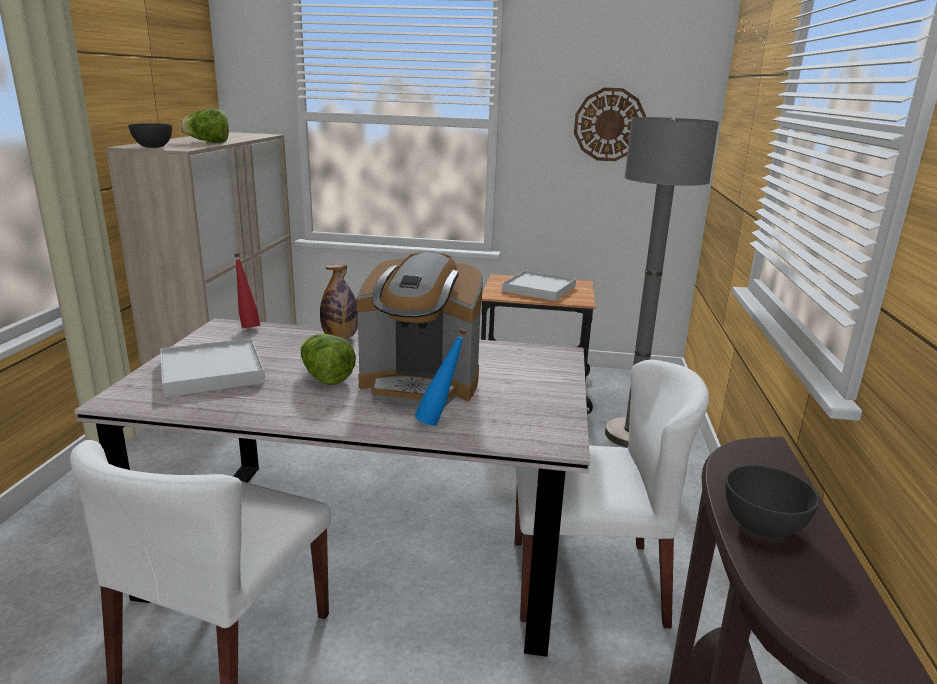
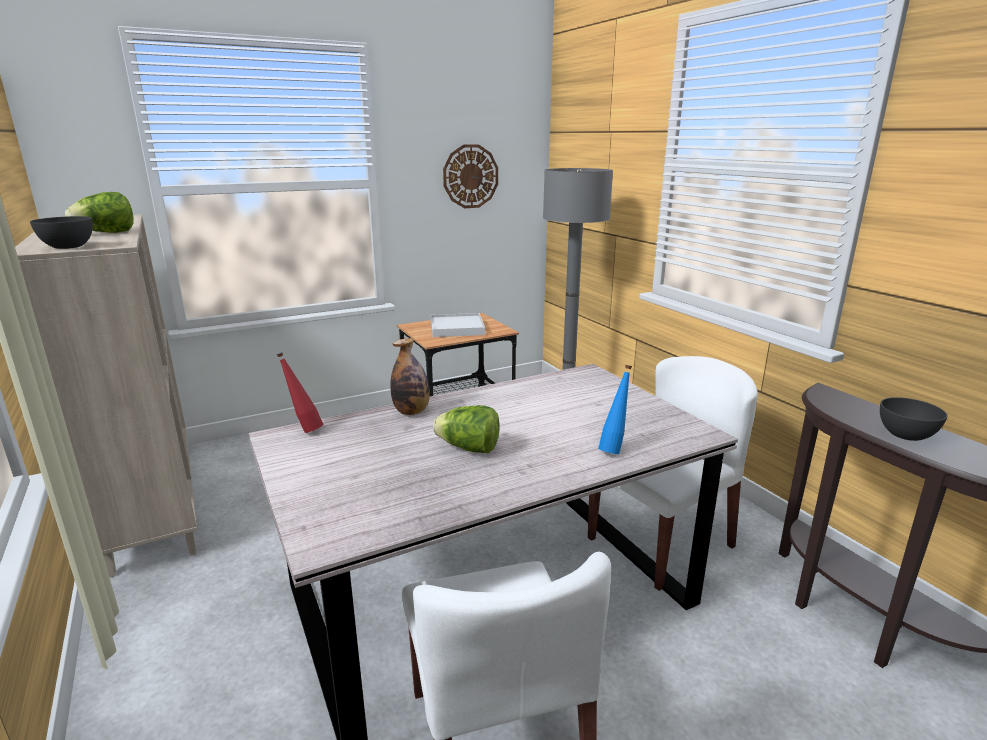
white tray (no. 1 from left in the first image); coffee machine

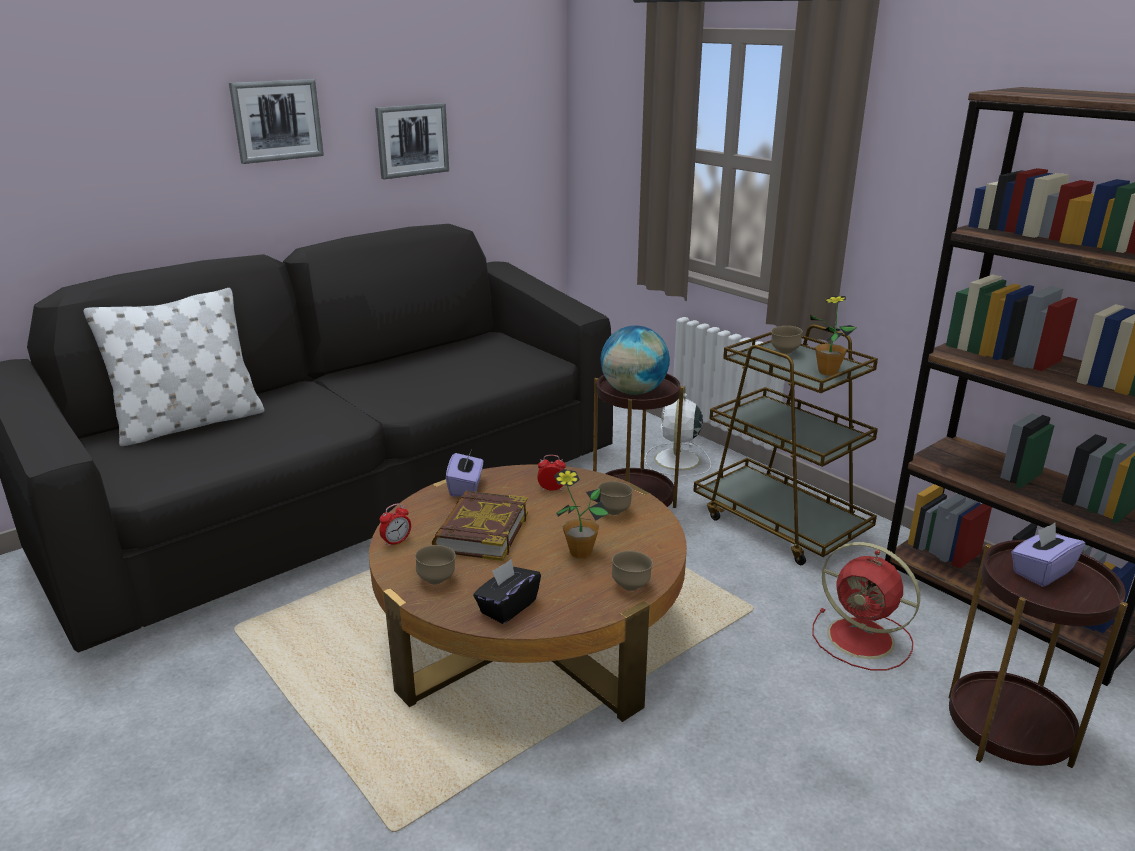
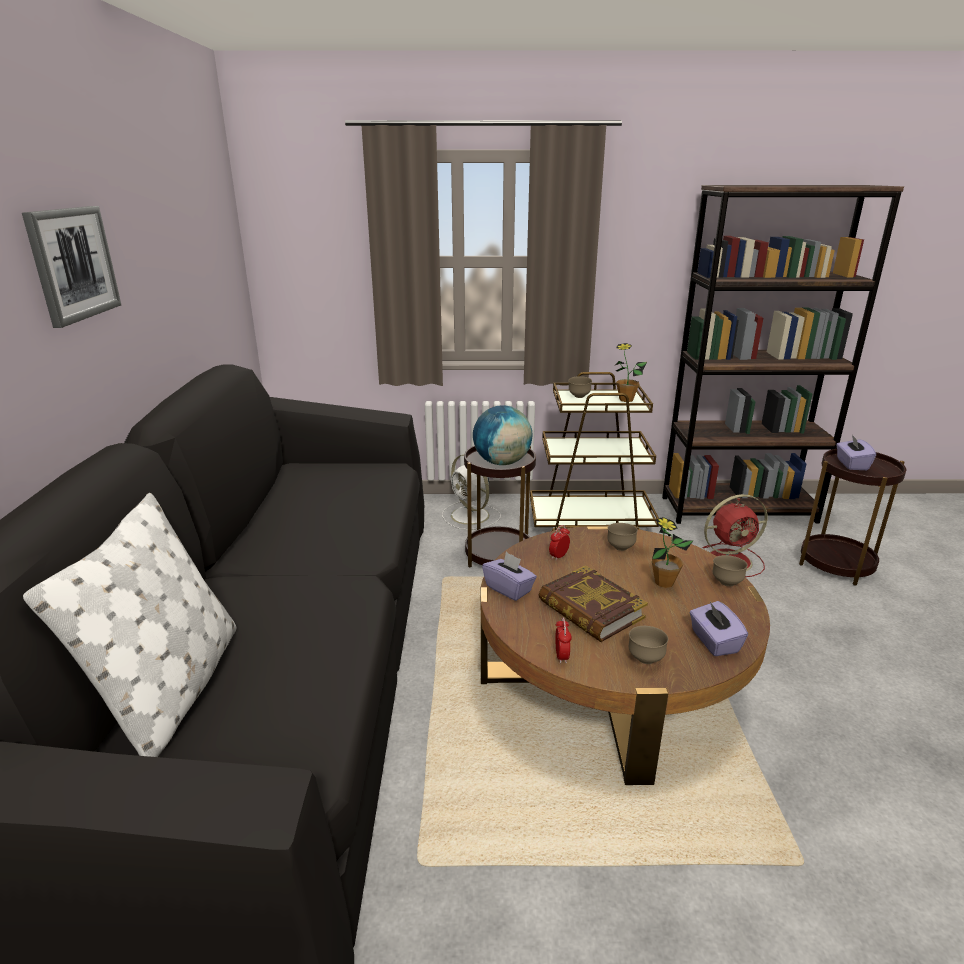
picture (no. 2 from left in the first image); purple tissue box (no. 2 from left)

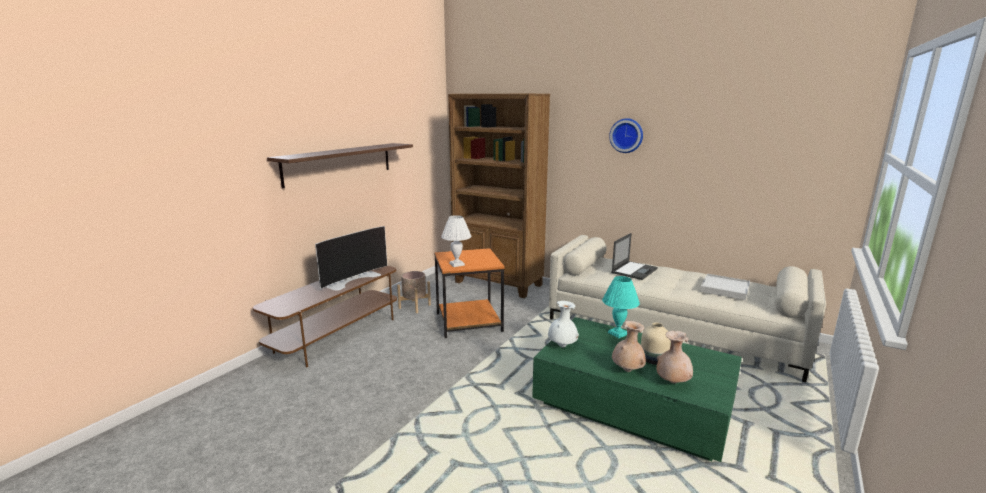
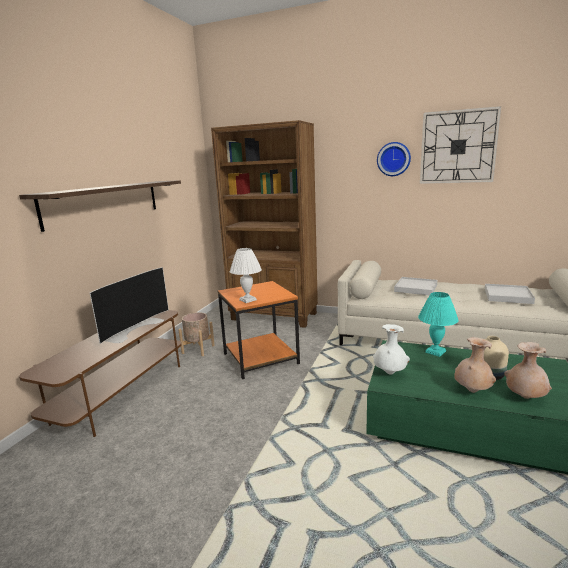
wall clock (no. 2 from left); white tray (no. 1 from left)

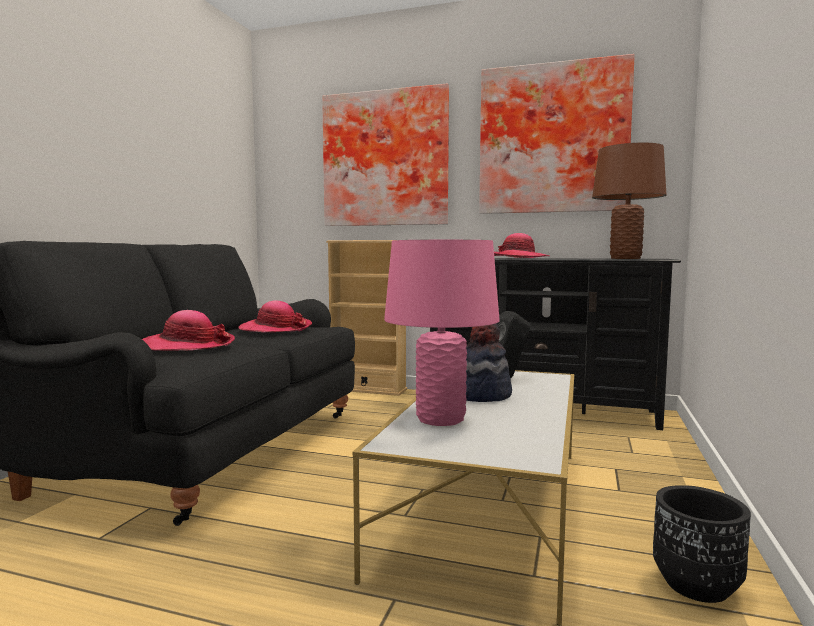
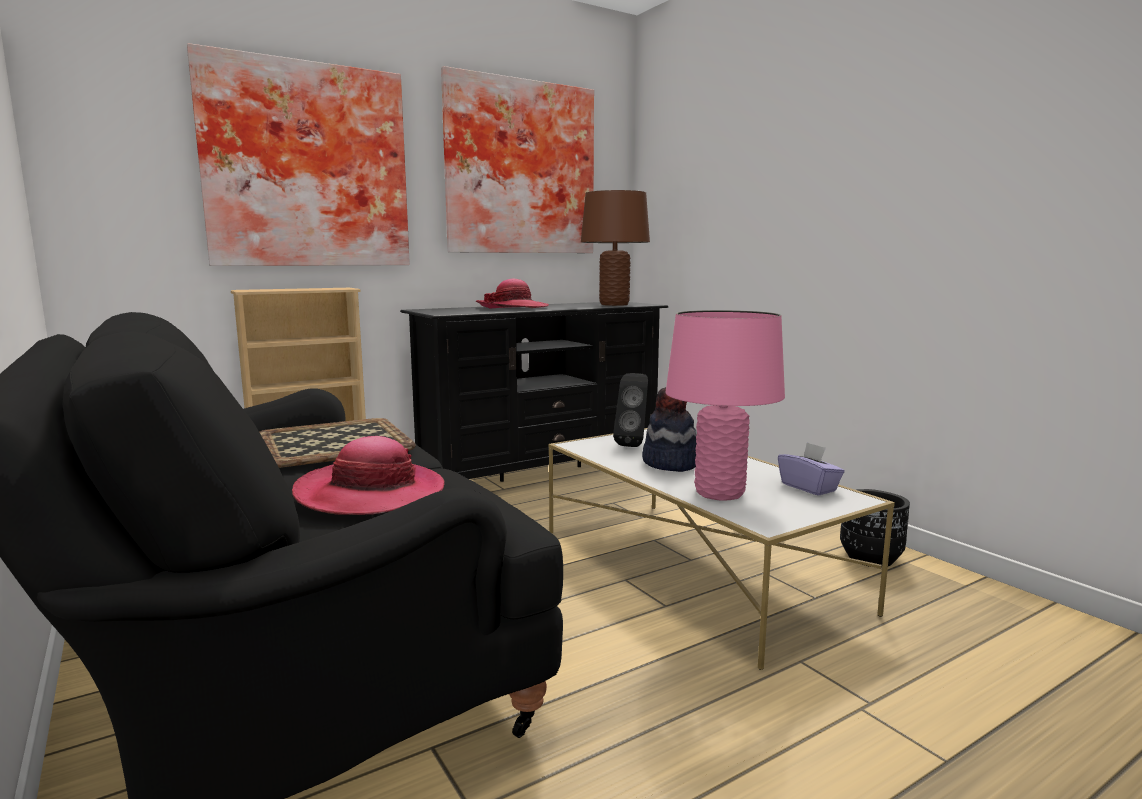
purple tissue box; tray

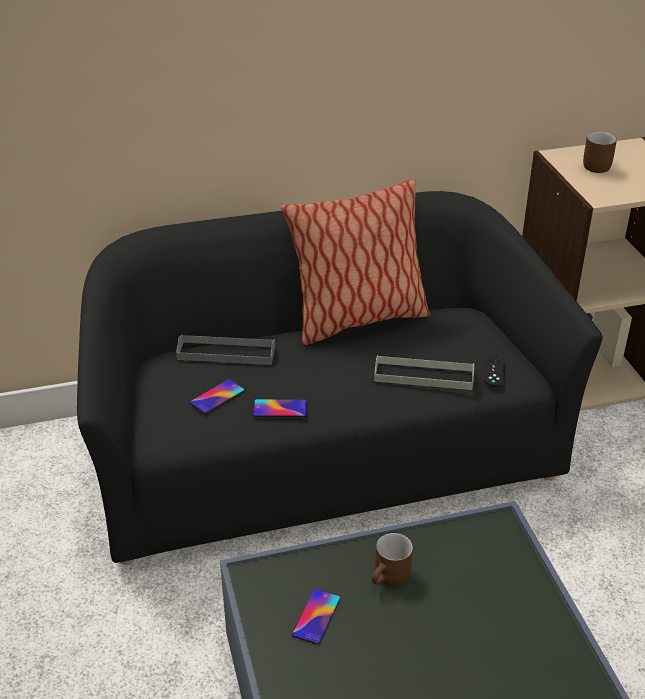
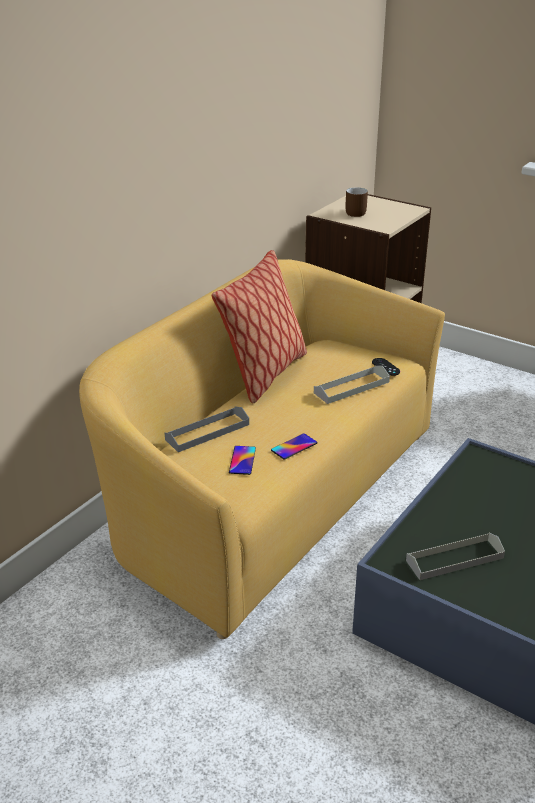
brown mug (no. 1 from left in the first image); grey tray (no. 3 from left); yellow sofa

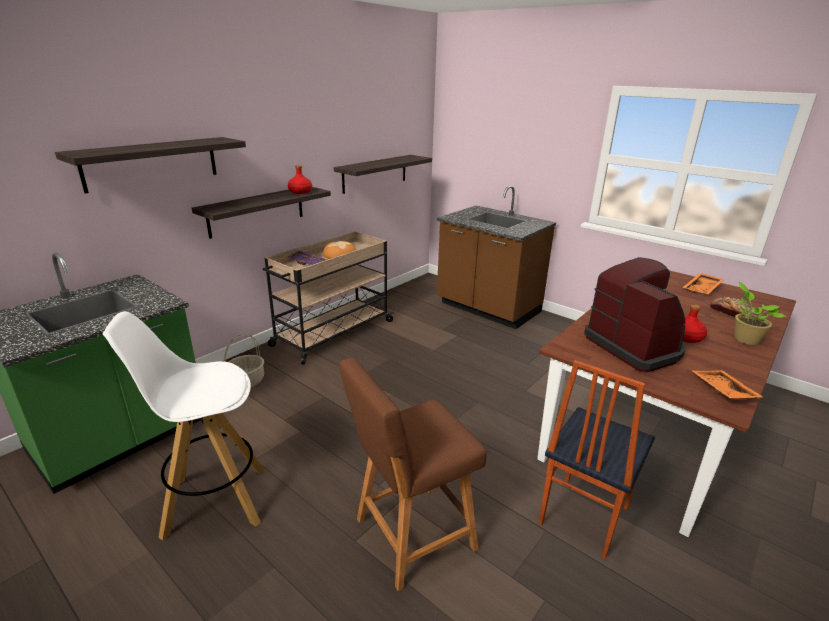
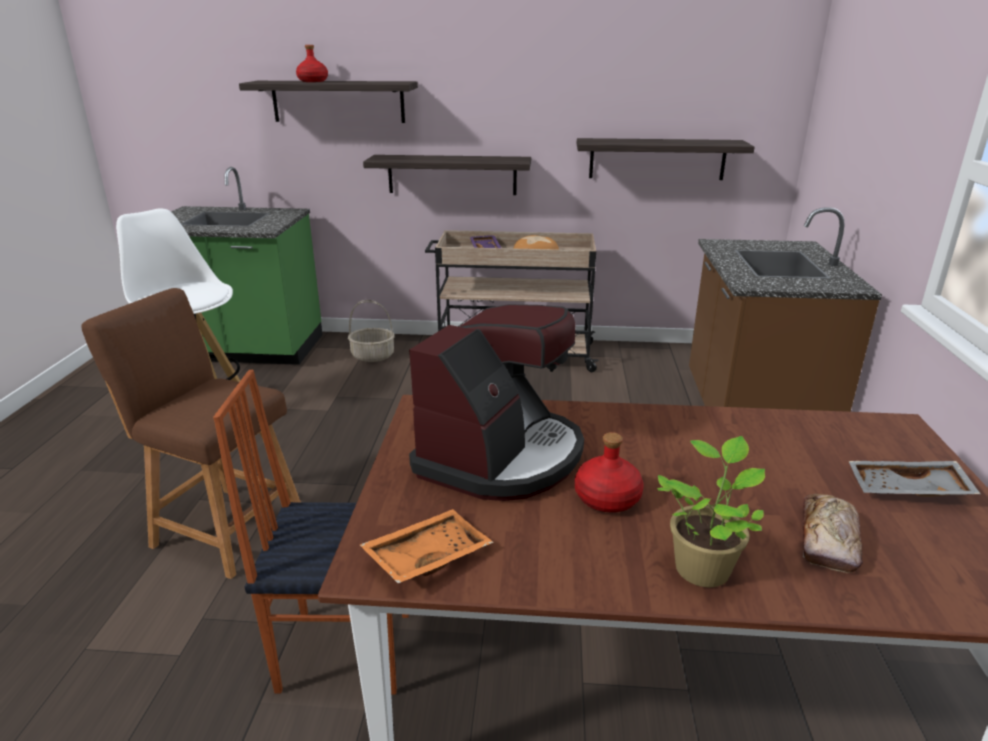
red bottle (no. 1 from left); grey tray

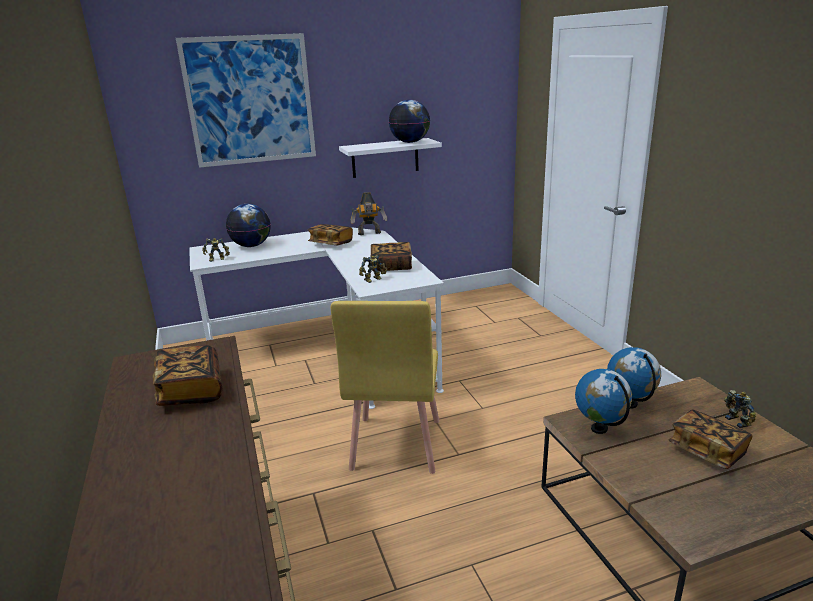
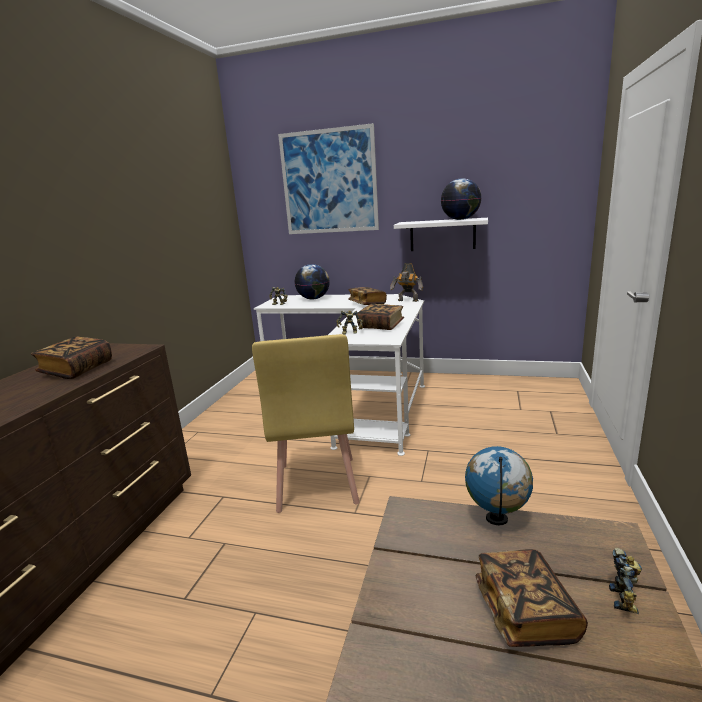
globe (no. 3 from left in the first image); yellow chair

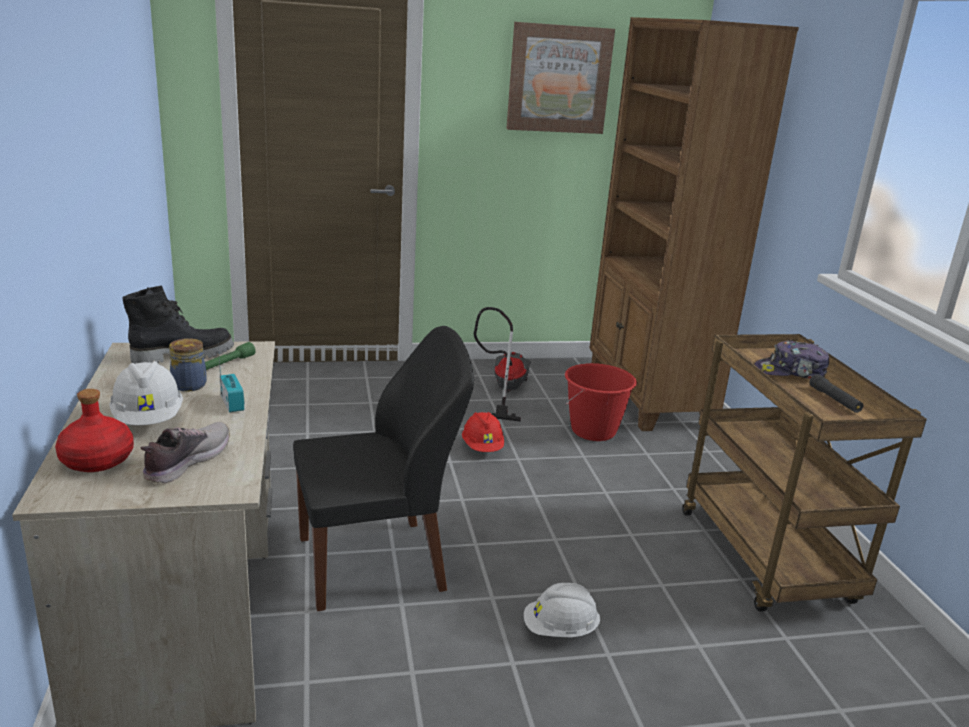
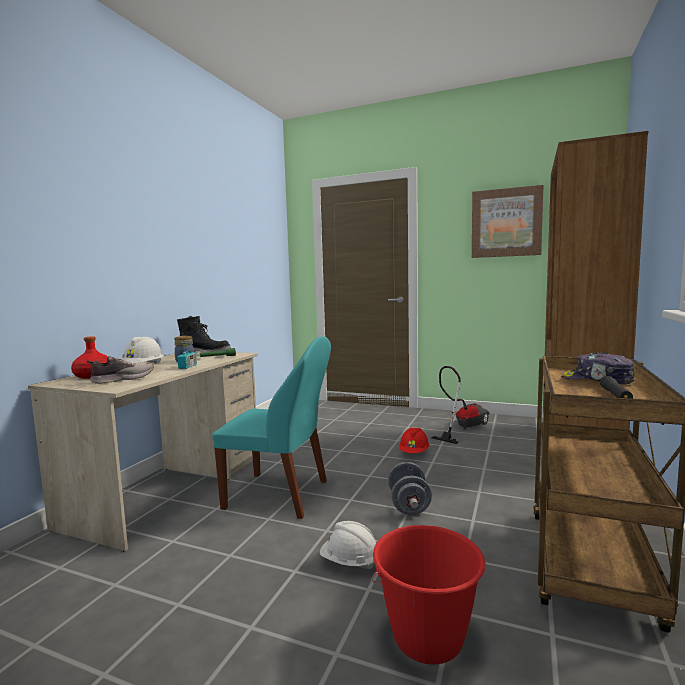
grey dumbbell; red bucket; turquoise chair

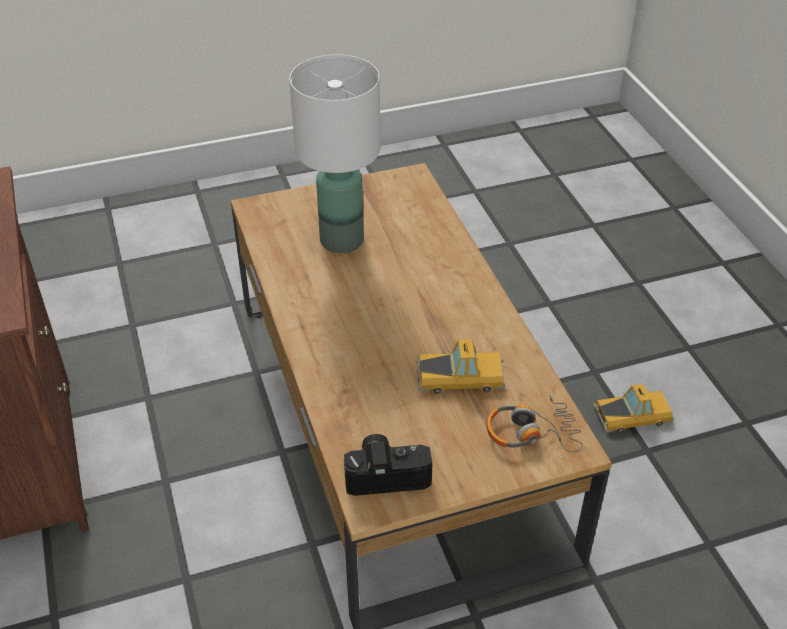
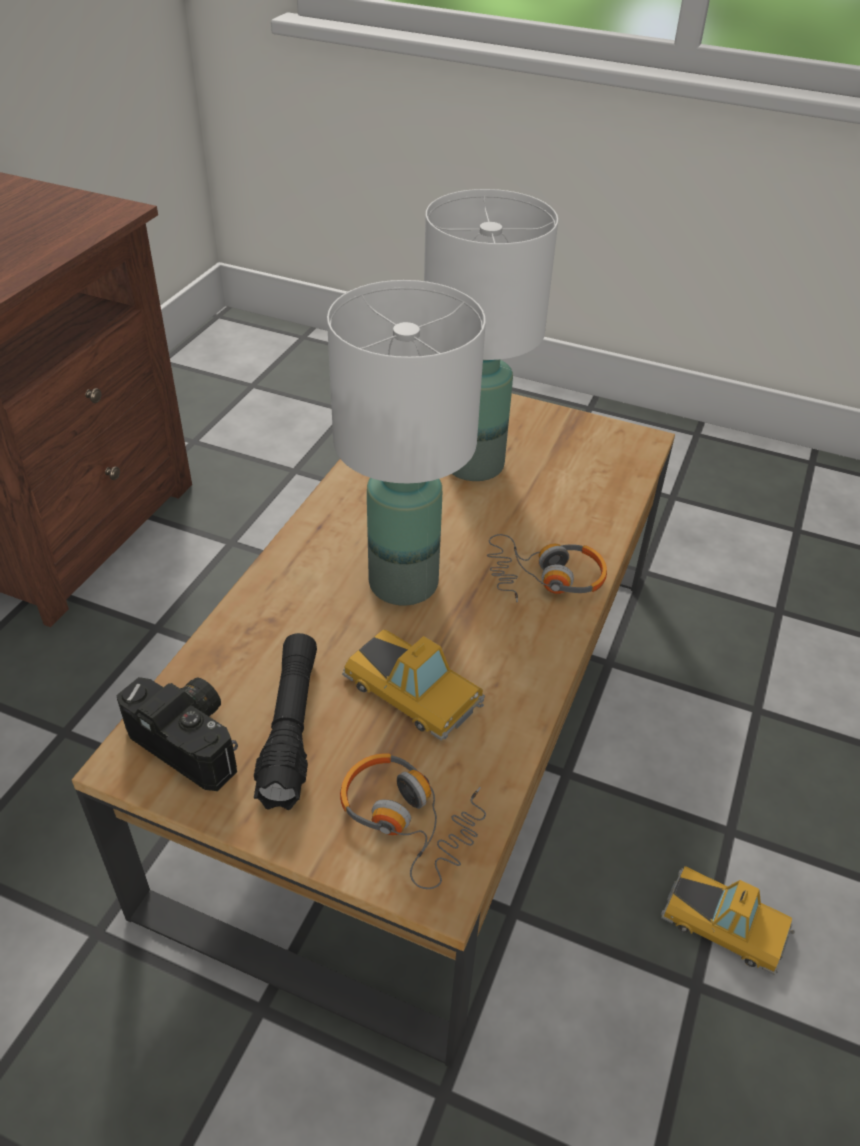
black flashlight; white table lamp (no. 1 from left); headphones (no. 2 from left)

